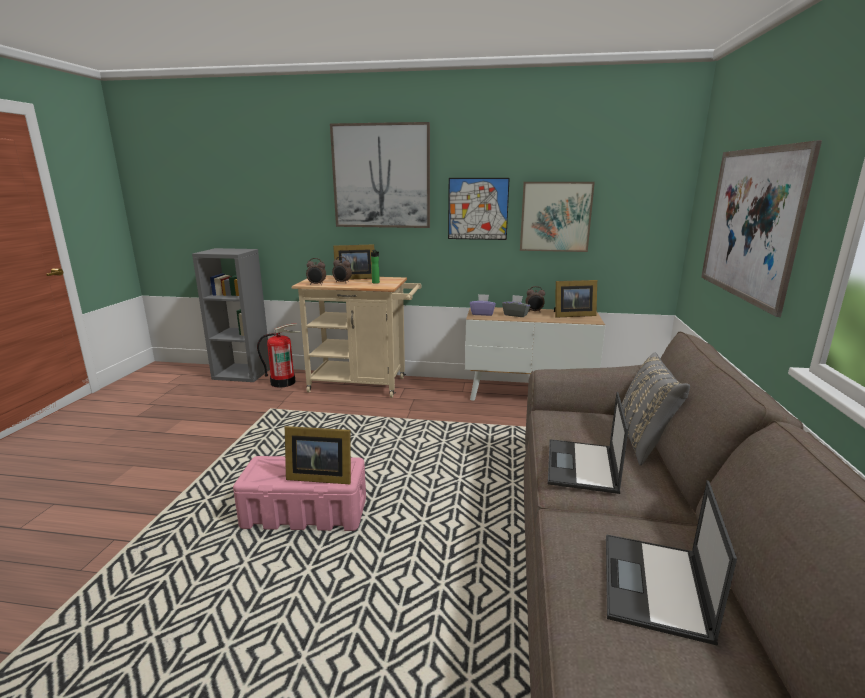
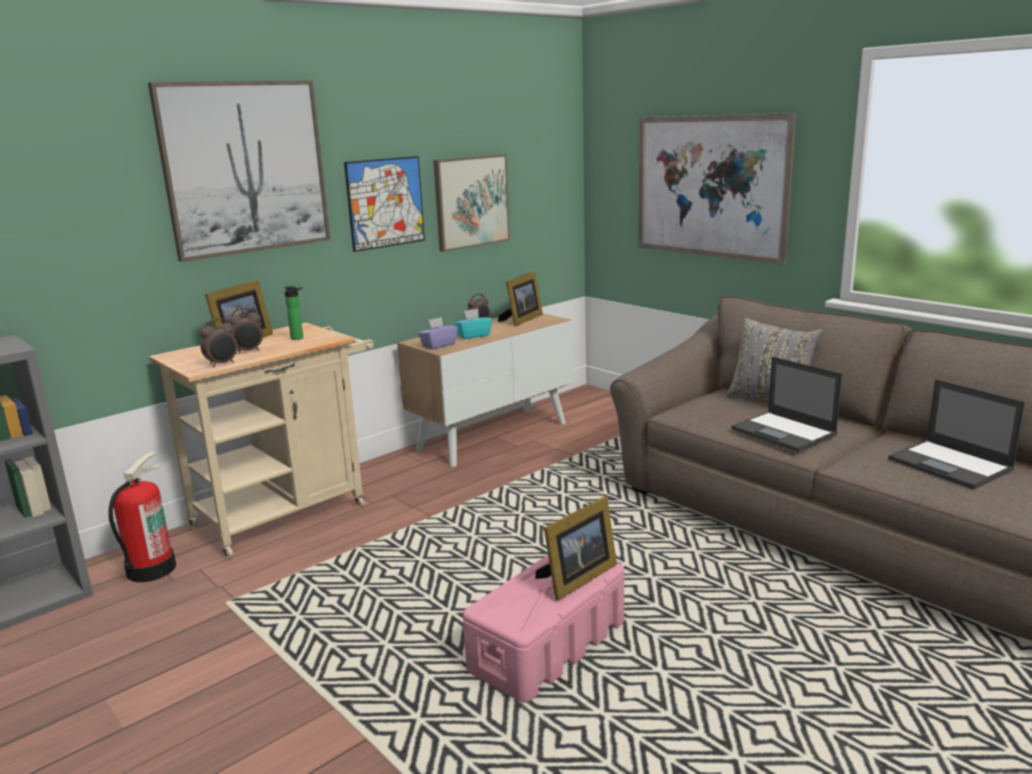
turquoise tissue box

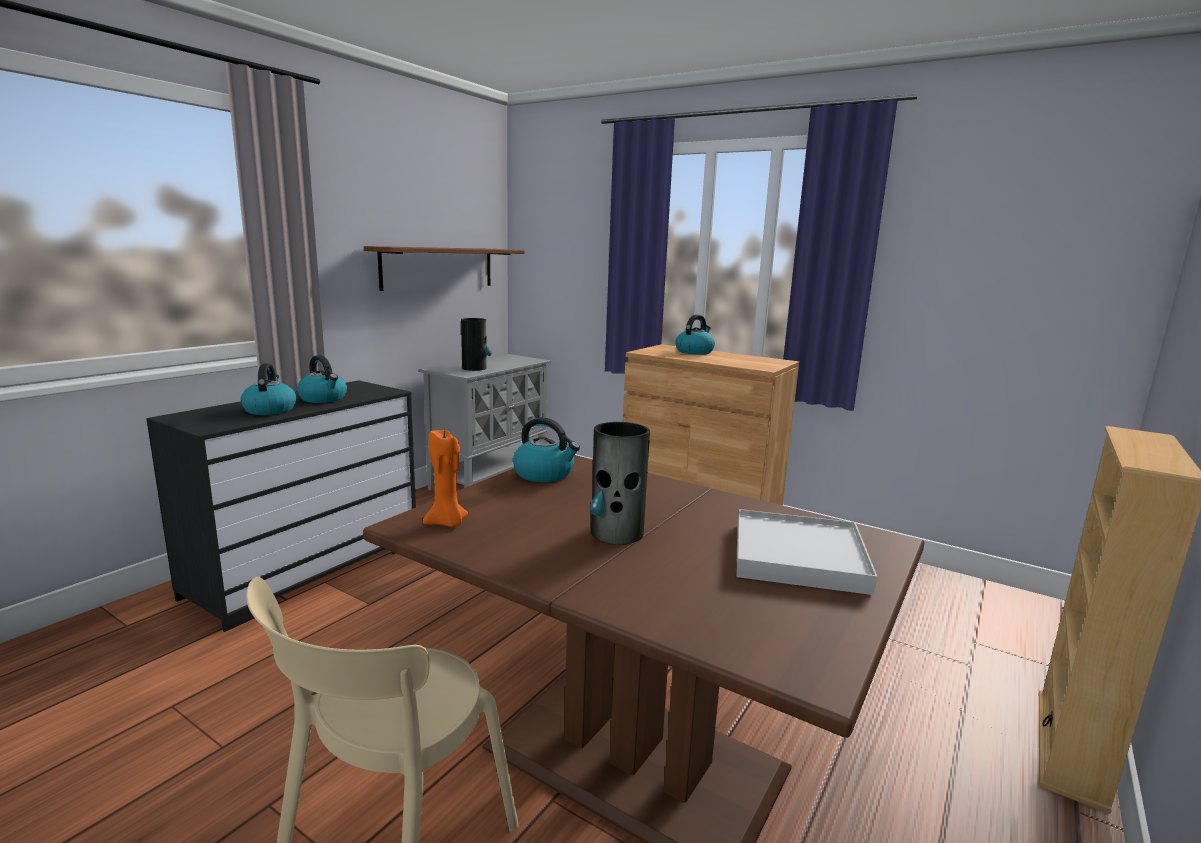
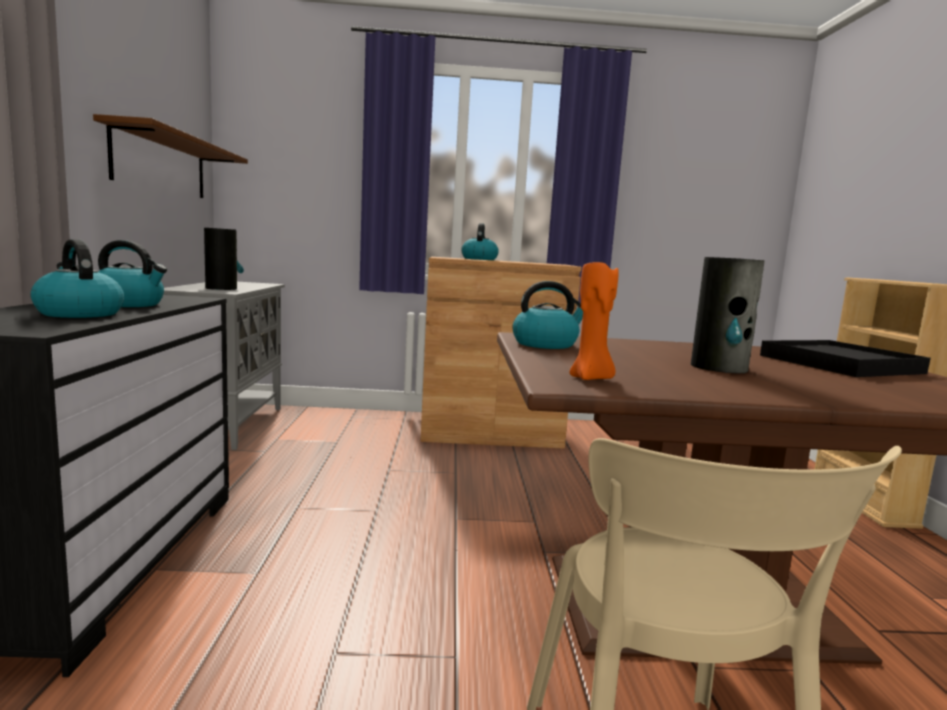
black tray

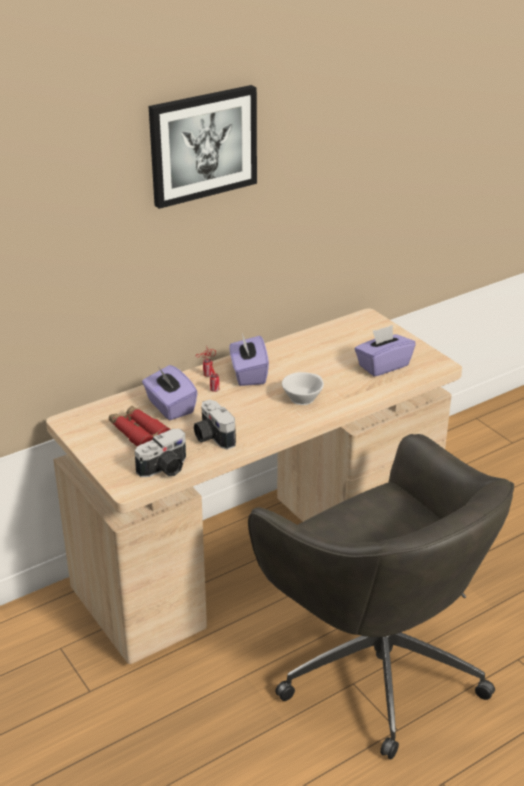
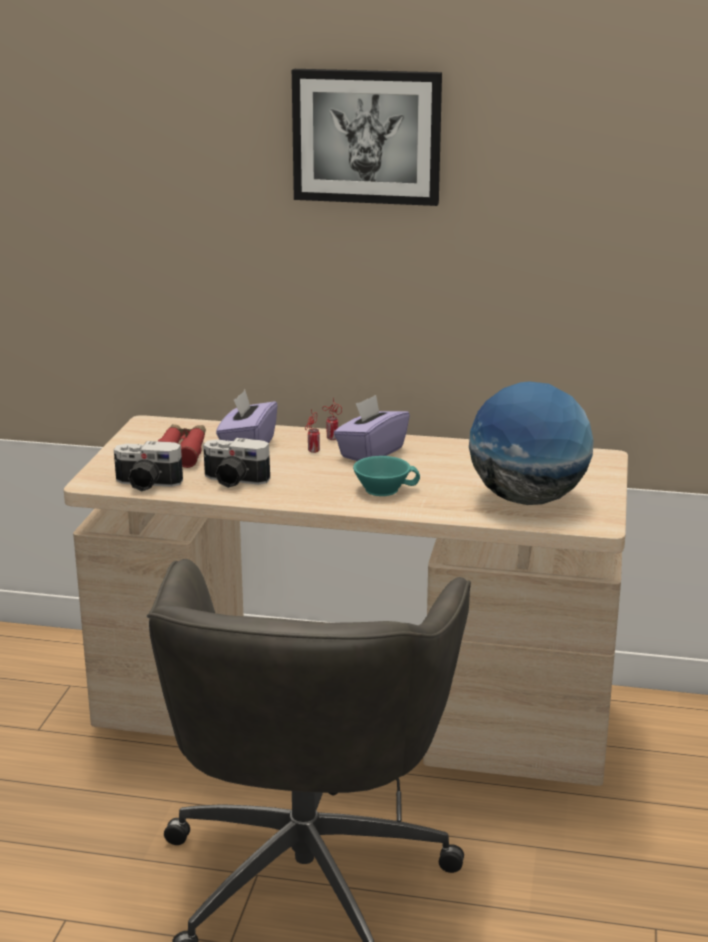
globe; turquoise cup; photo camera (no. 2 from left)

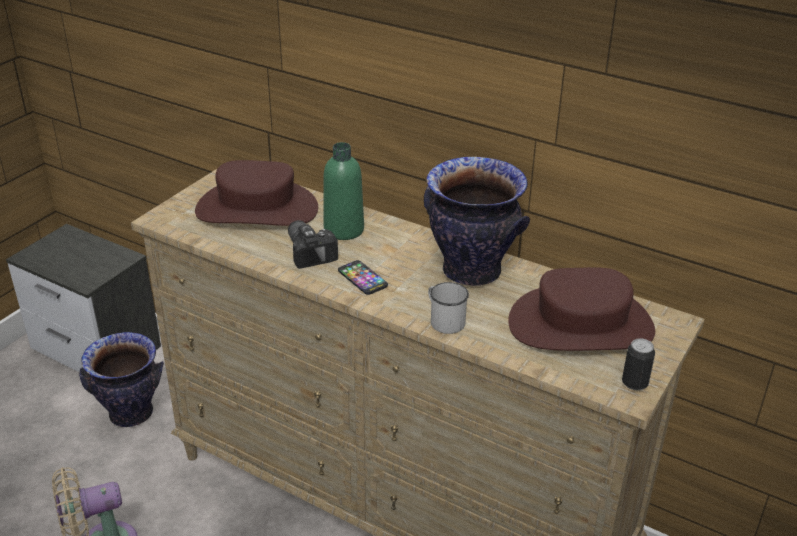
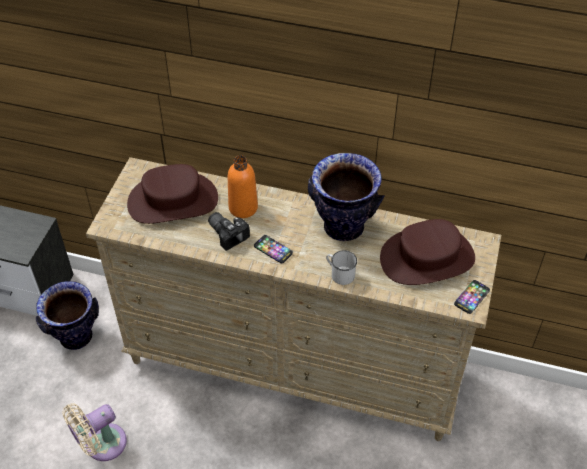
phone (no. 2 from left); orange bottle

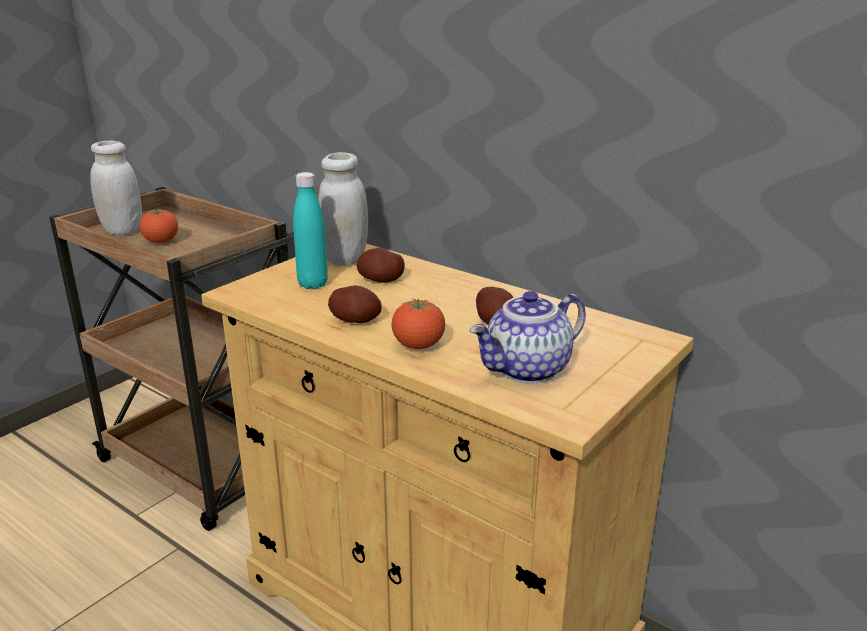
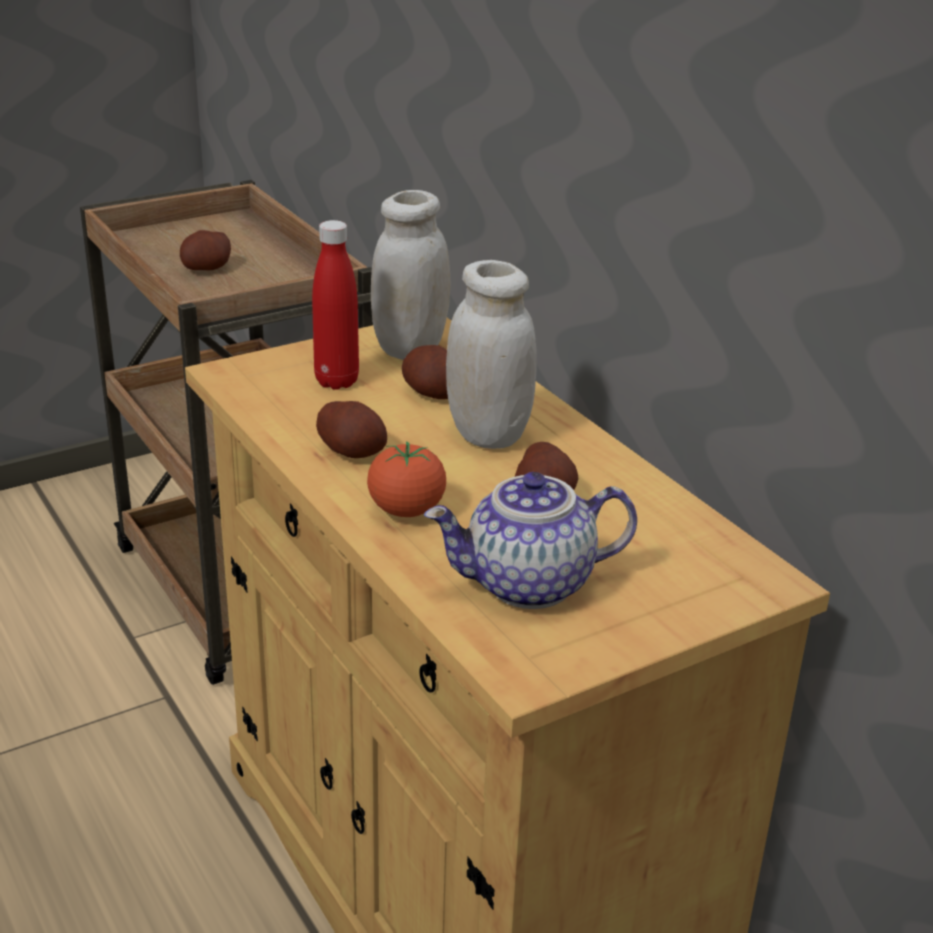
white jar (no. 2 from left); potato (no. 1 from left); red bottle

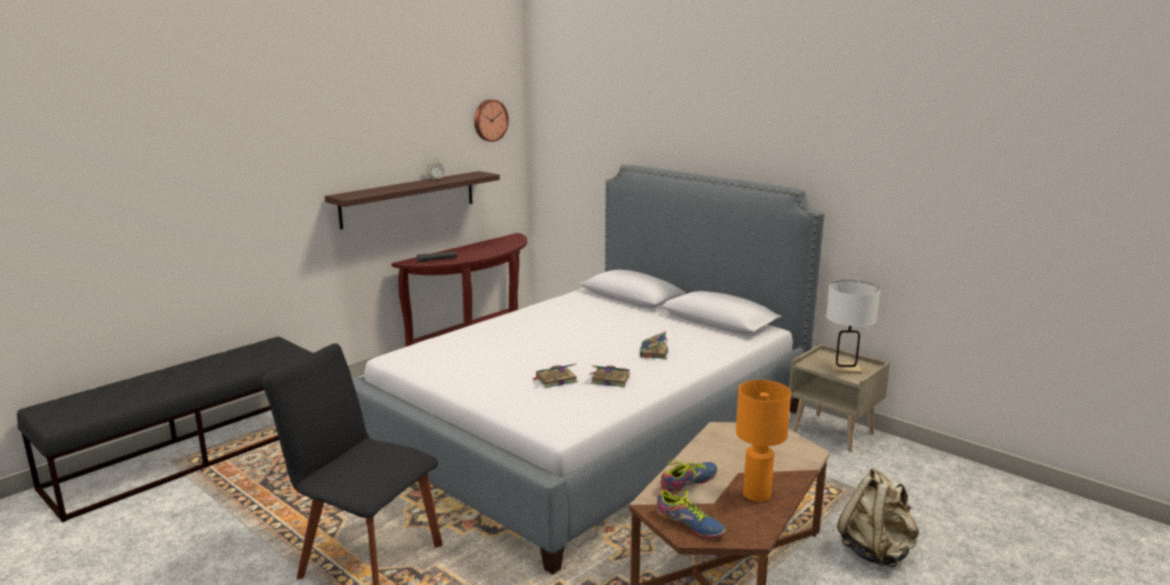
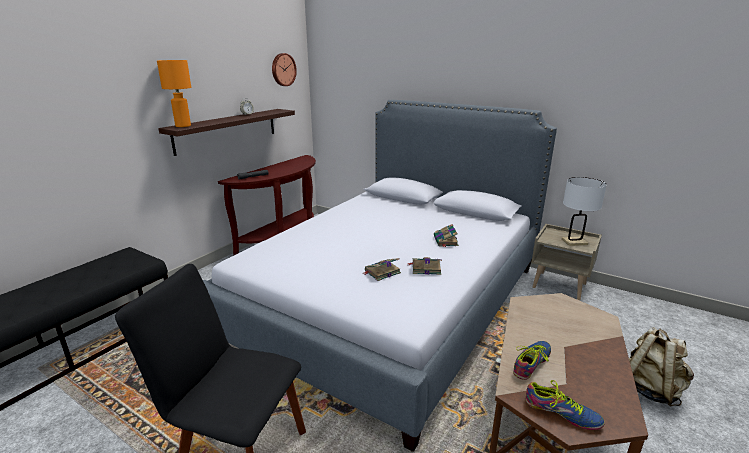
orange table lamp

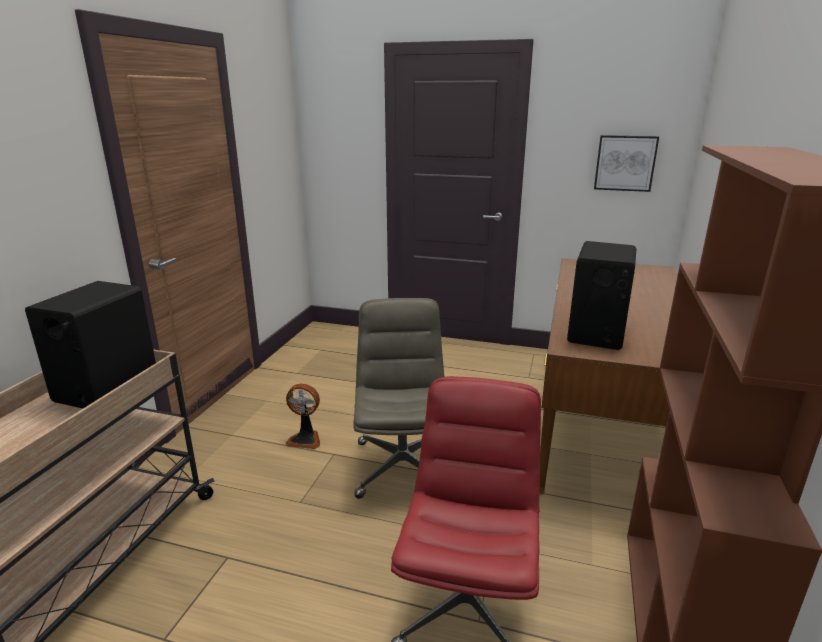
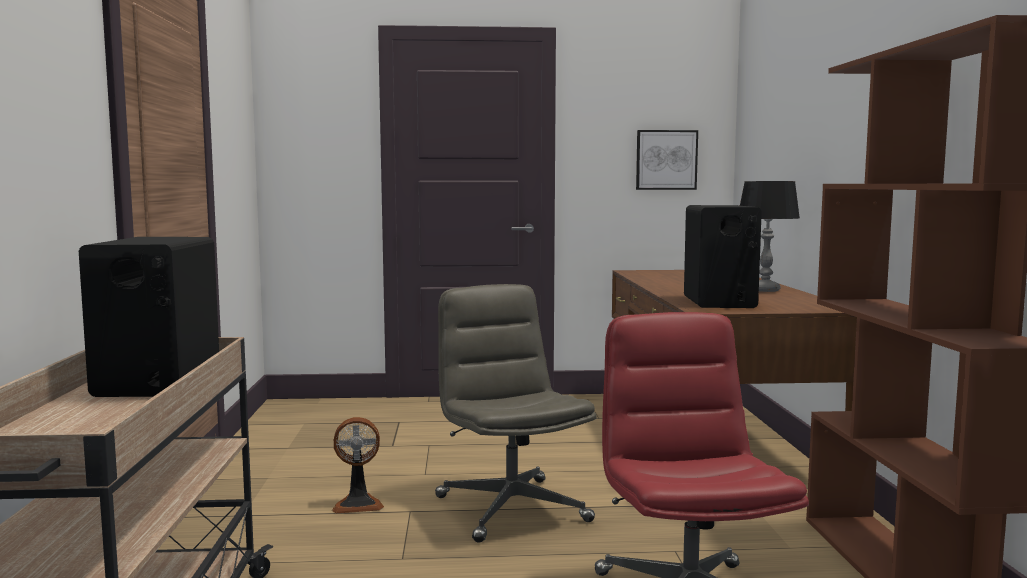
table lamp

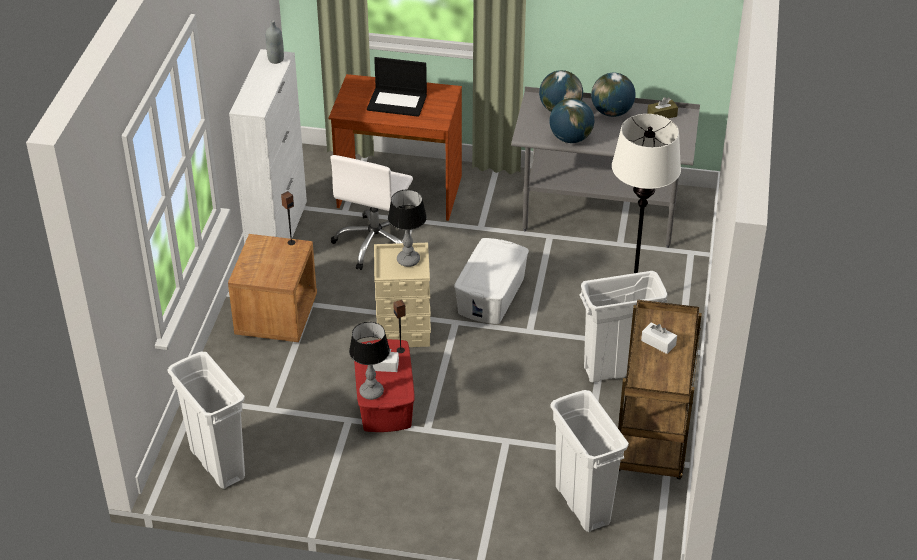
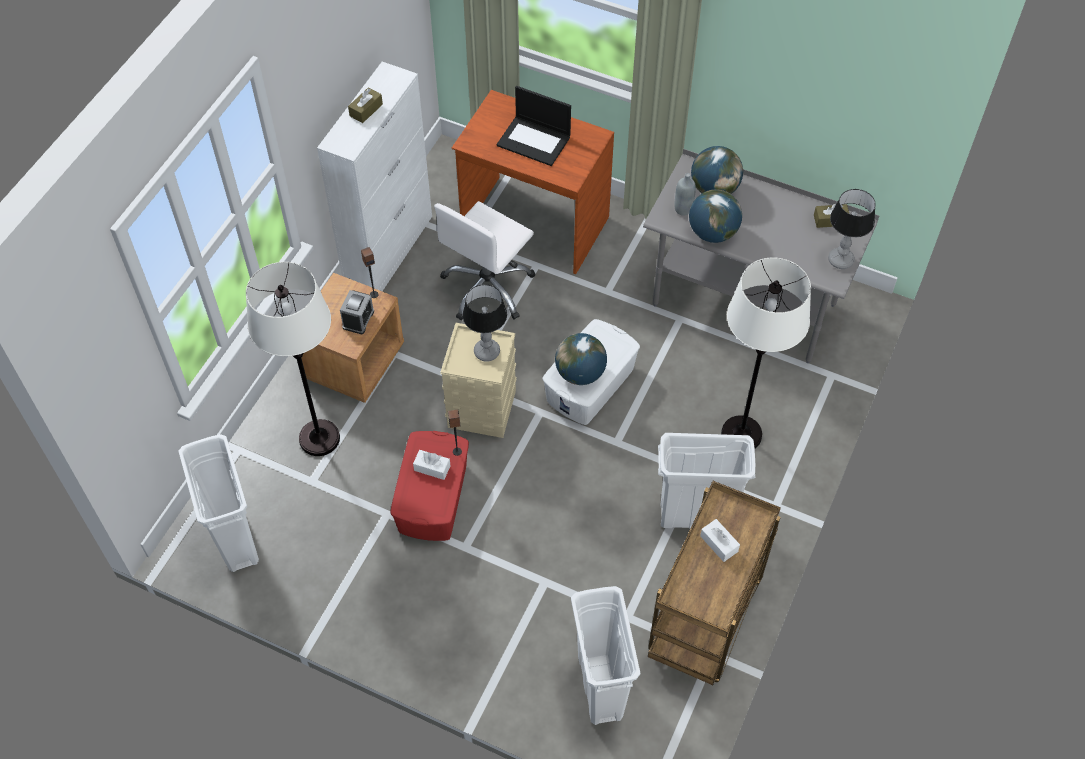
white floor lamp (no. 1 from left); alarm clock; brown tissue box (no. 1 from left); grey bottle; table lamp (no. 2 from left); globe (no. 1 from left)

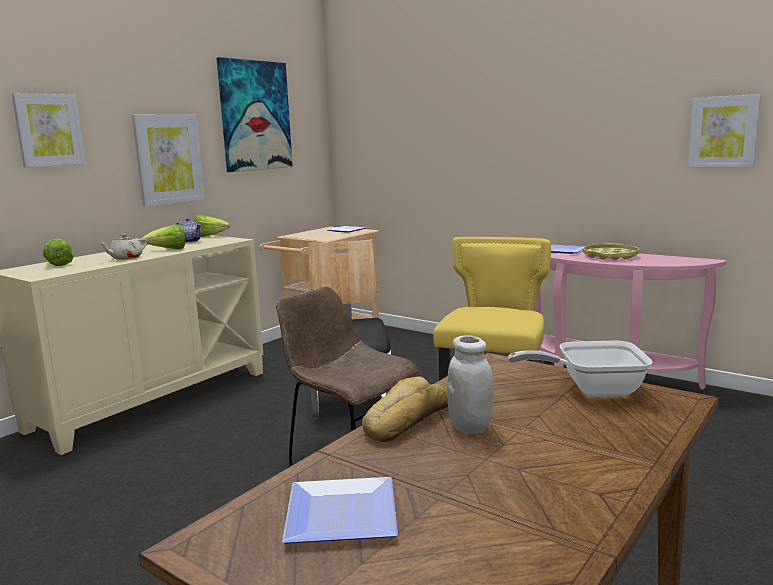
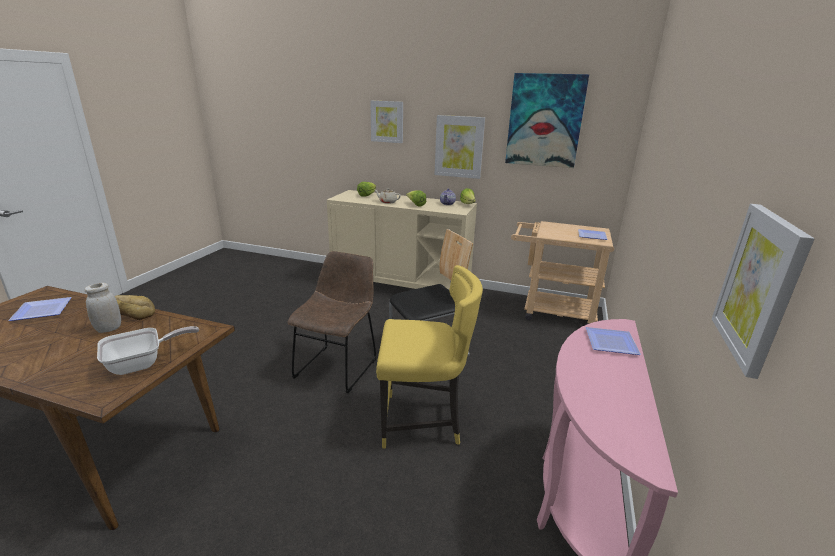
yellow tray; frying pan

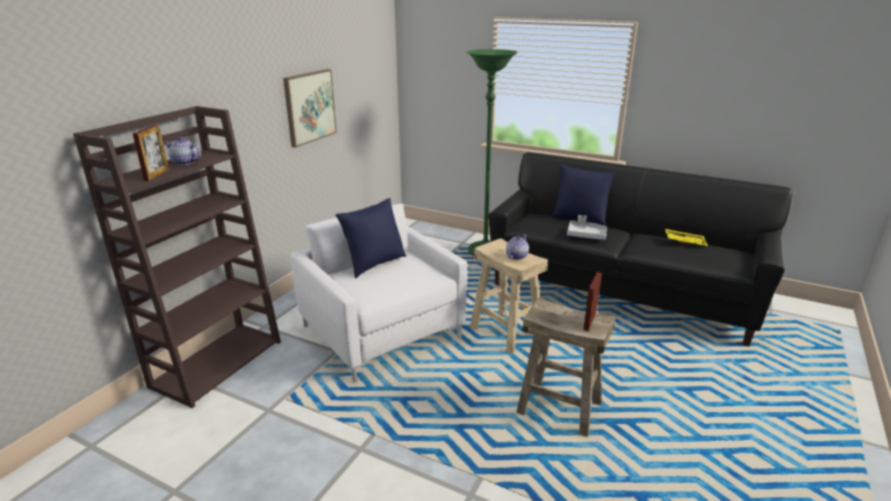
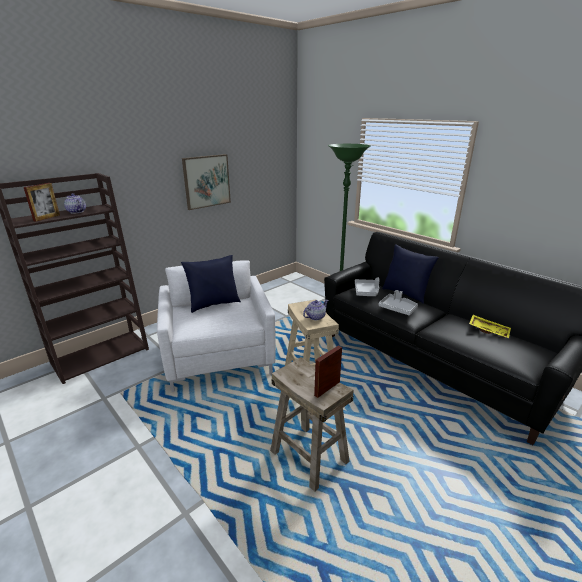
grey tray (no. 1 from left)

